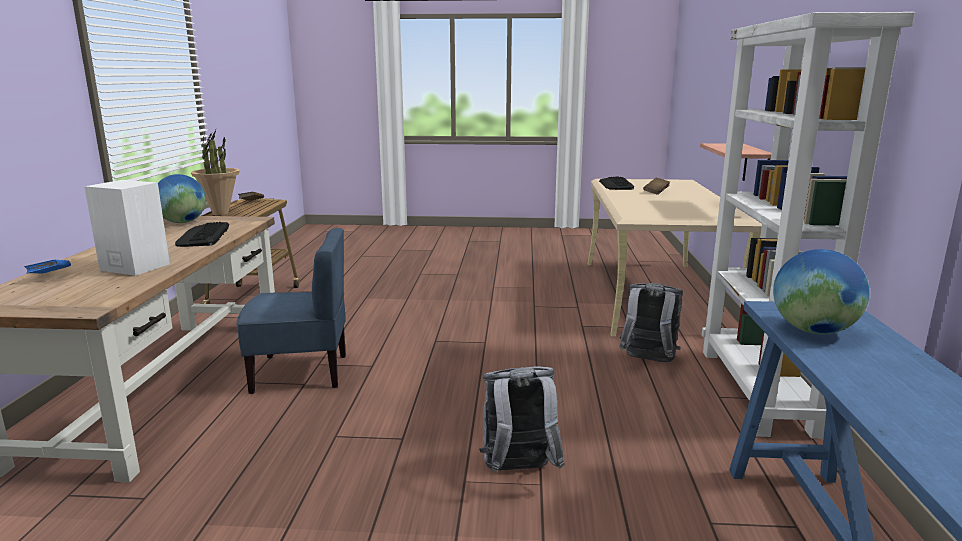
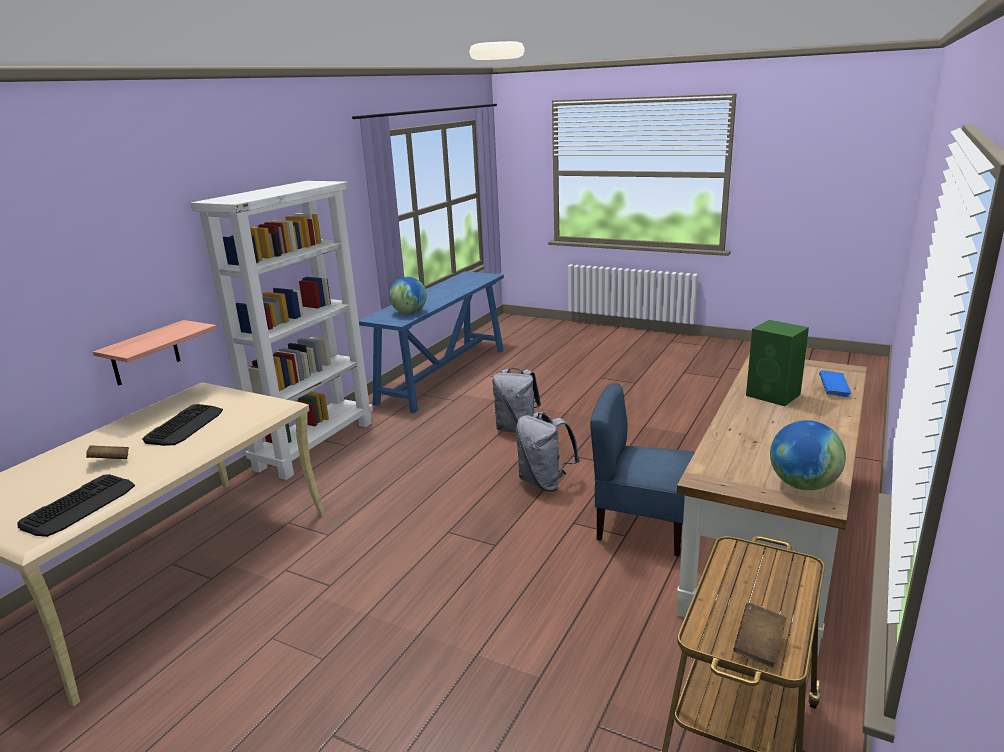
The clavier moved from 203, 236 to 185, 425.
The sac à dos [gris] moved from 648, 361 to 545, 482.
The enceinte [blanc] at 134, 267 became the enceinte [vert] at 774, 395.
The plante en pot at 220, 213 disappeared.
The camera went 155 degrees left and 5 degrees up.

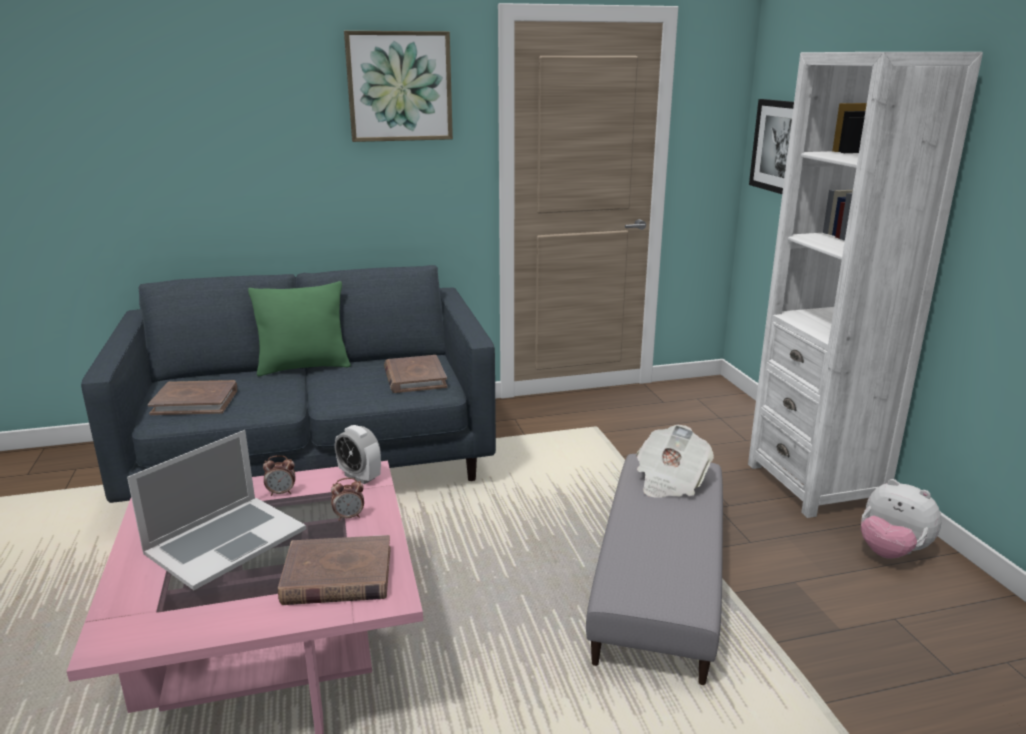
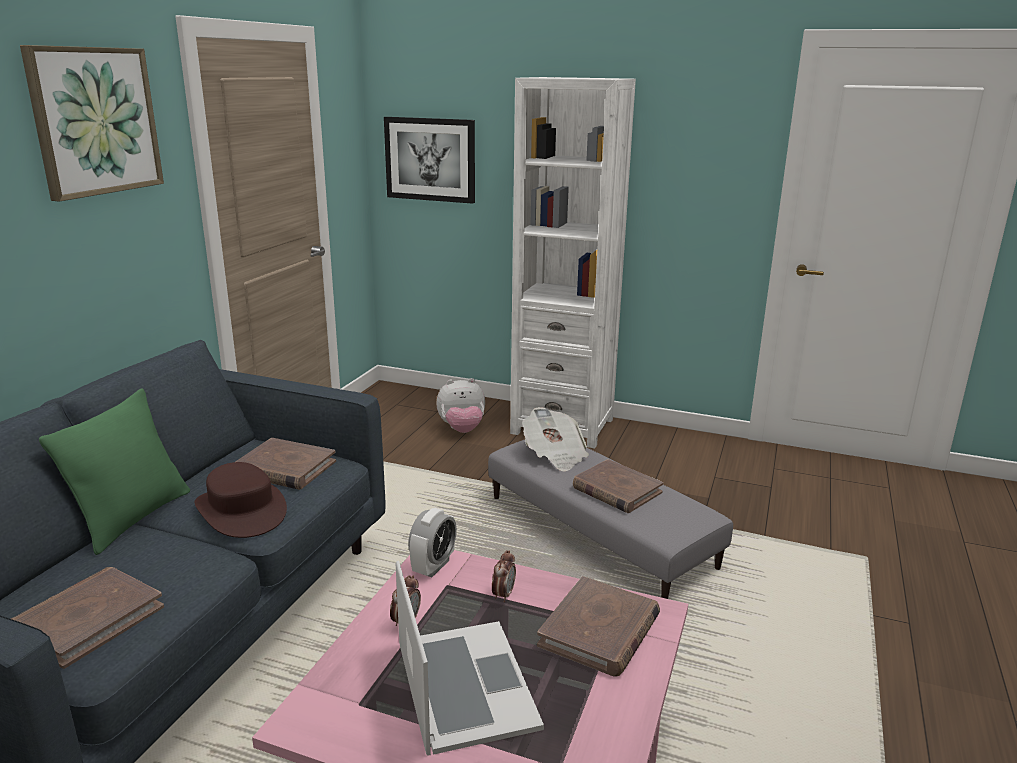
The chapeau [marron] at 242, 510 appeared.
The réveil at 359, 476 turned 45 degrees counterclockwise.
The peluche moved from 891, 552 to 462, 430.
The livre [marron] at 616, 490 appeared.
The camera went 55 degrees left and 0 degrees up.

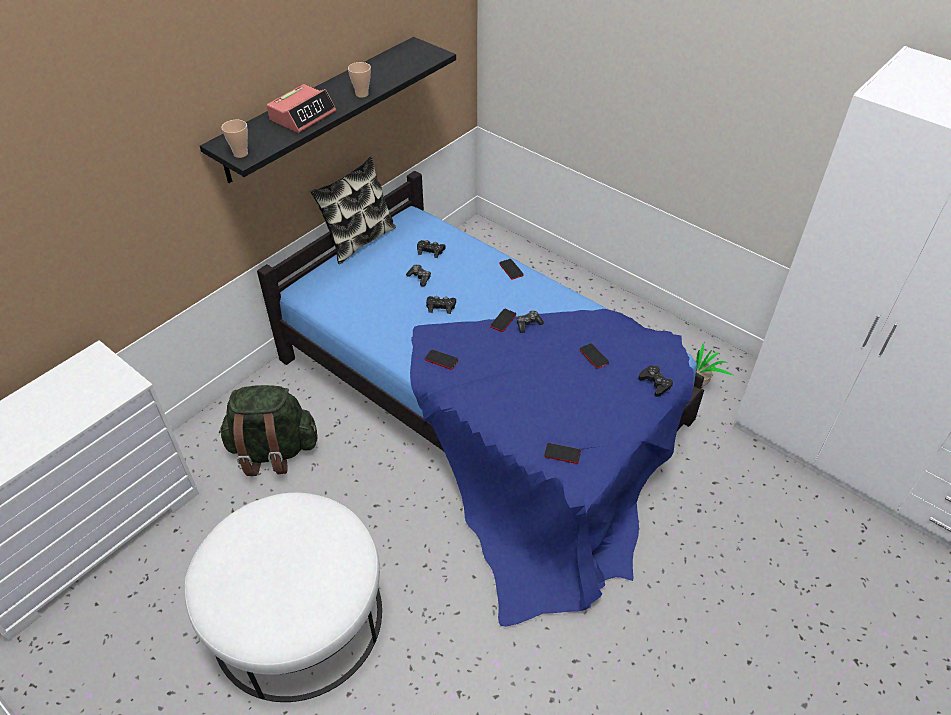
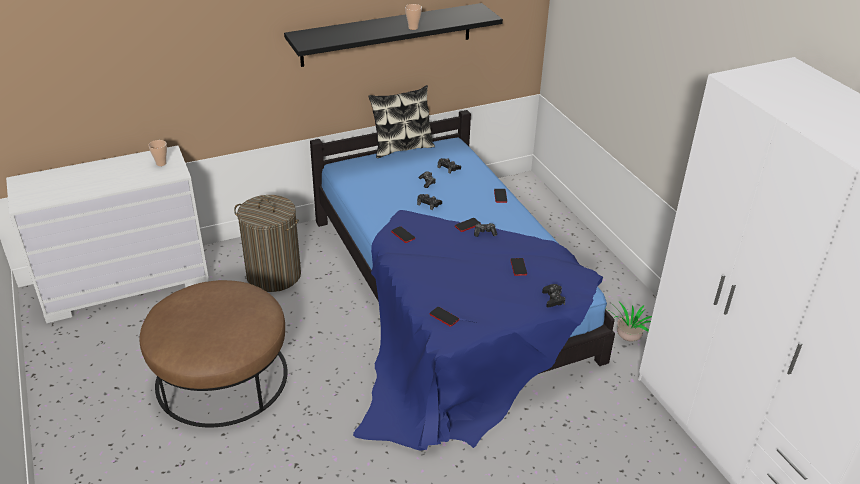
The pouf [blanc] at 297, 616 became the pouf [marron] at 222, 377.
The tasse moved from 240, 154 to 161, 163.
The sac à dos [vert] at 273, 451 was replaced by the panier à linge at 273, 275.
The réveil at 303, 116 disappeared.
The camera went 25 degrees right and 10 degrees down.

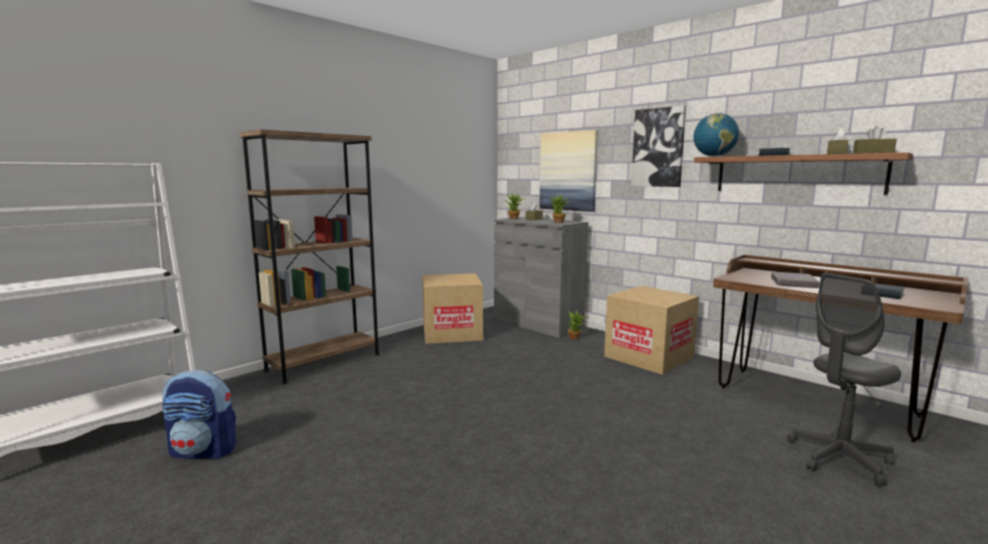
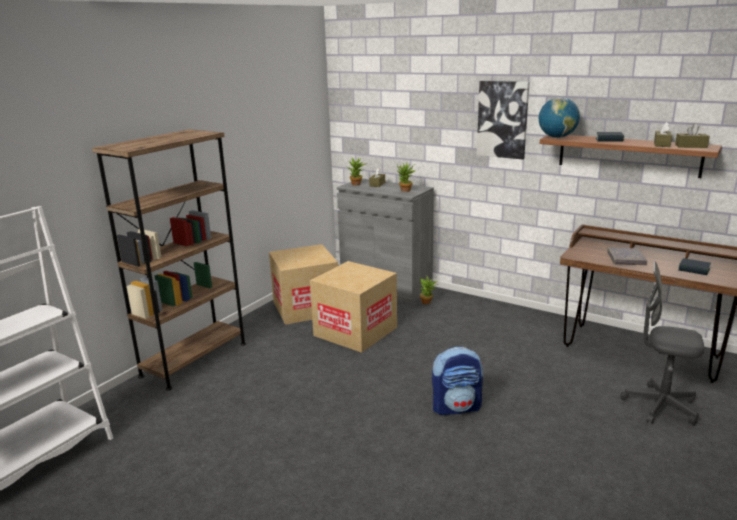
The carton moved from 649, 357 to 355, 331.
The sac à dos moved from 204, 451 to 456, 407.
The chaise de bureau [gris] at 839, 459 turned 60 degrees clockwise.
The tableau at 568, 171 disappeared.
The camera went 10 degrees left and 10 degrees up.

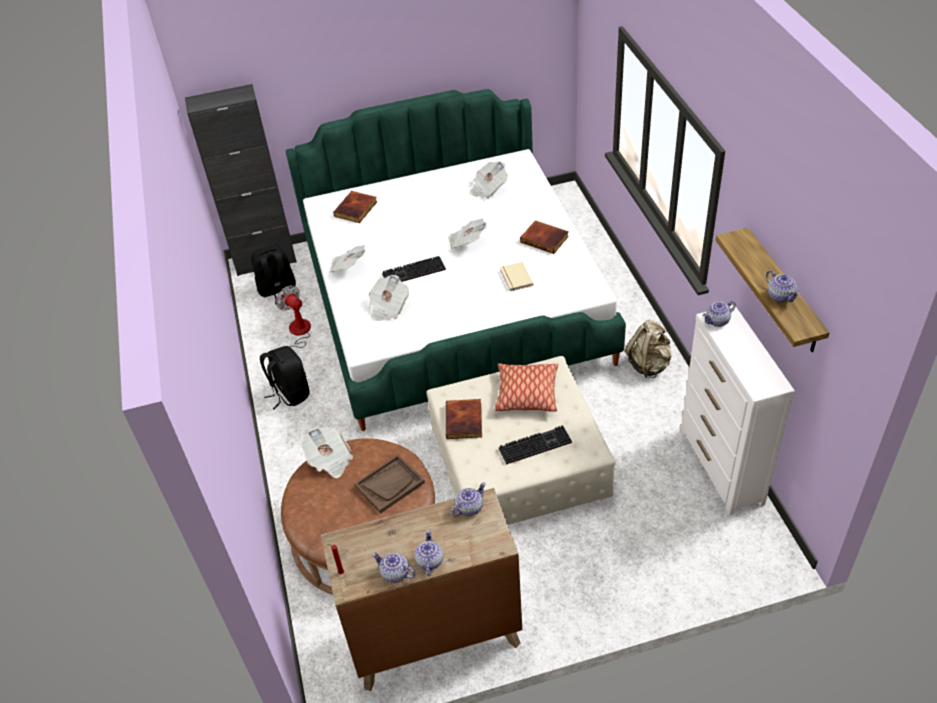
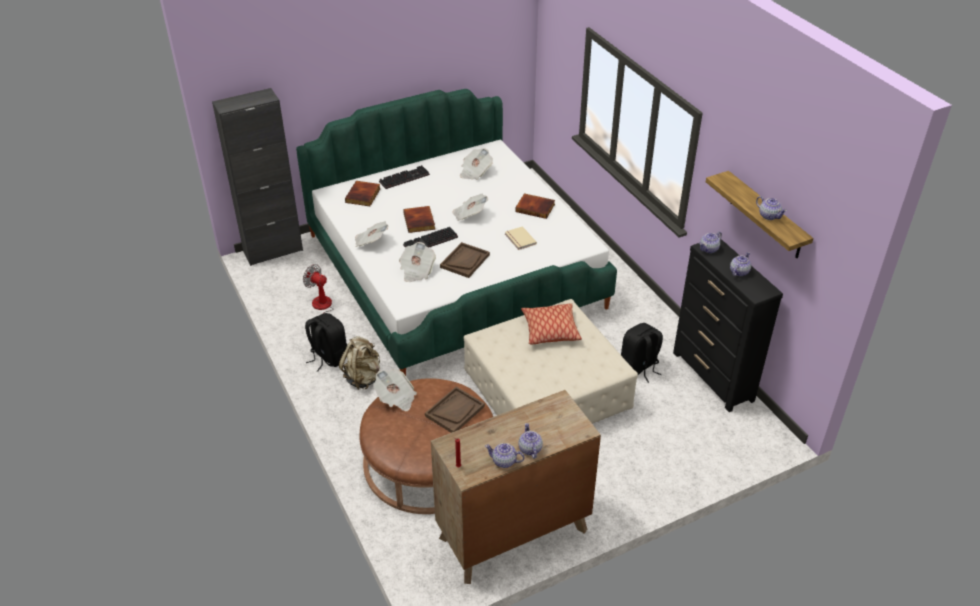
The sac à dos [beige] moved from 649, 364 to 363, 378.
The clavier moved from 535, 444 to 404, 177.
The livre moved from 465, 421 to 420, 221.
The plateau [marron] at 465, 261 appeared.
The sac à dos [noir] moved from 277, 290 to 639, 368.
The commode [blanc] at 721, 467 became the commode [noir] at 713, 377.
The théière moved from 469, 508 to 739, 272.
The camera went 15 degrees left and 5 degrees down.

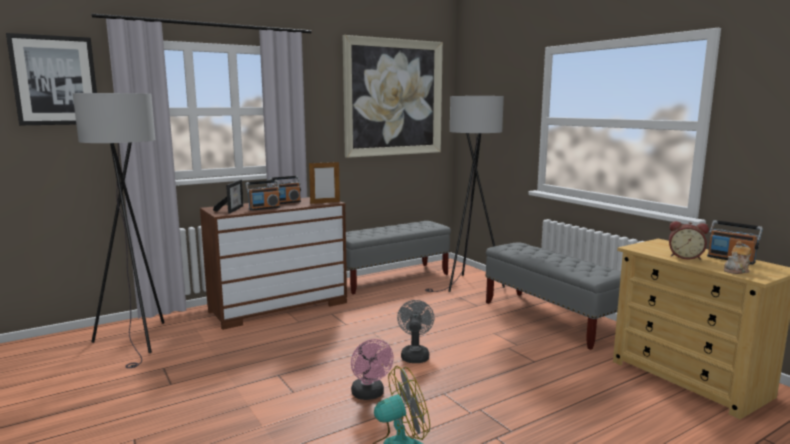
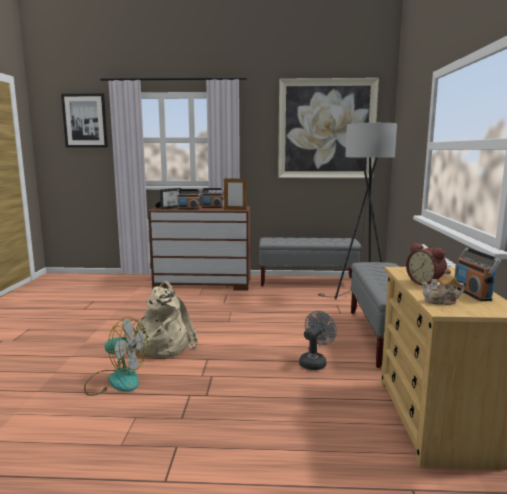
The ventilateur [rose] at 369, 395 was replaced by the sac à dos [beige] at 163, 345.
The ventilateur [gris] moved from 415, 355 to 315, 362.
The lampadaire [gris] at 139, 341 disappeared.
The camera went 35 degrees right and 0 degrees up.

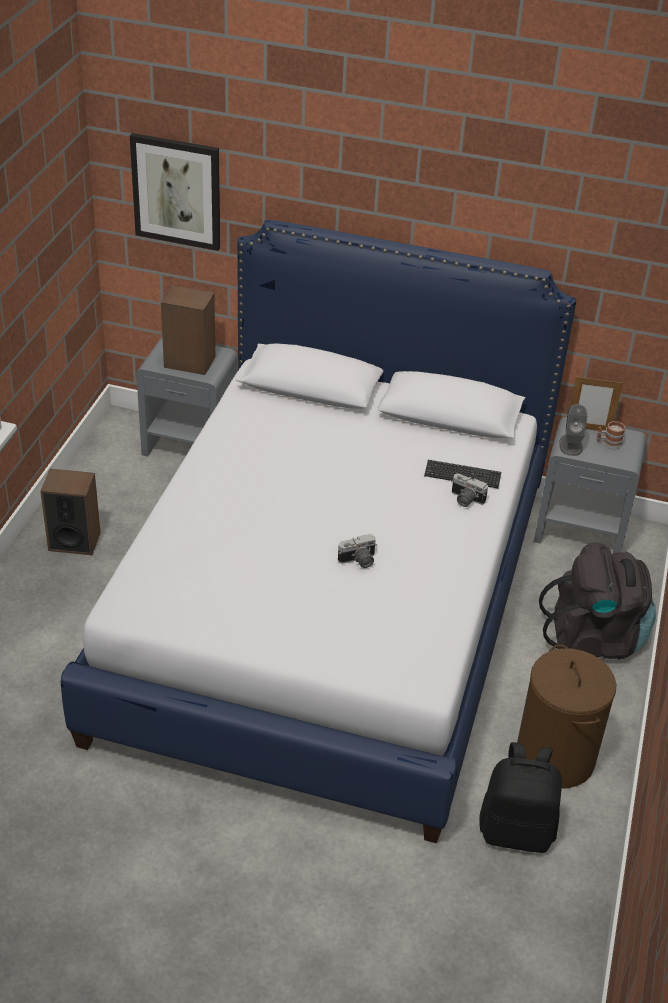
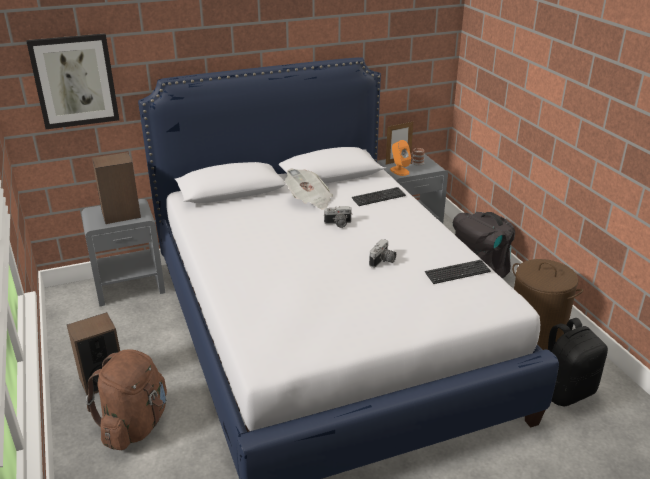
The sac à dos [marron] at 135, 425 appeared.
The journal at 309, 200 appeared.
The appareil photo moved from 465, 500 to 338, 224.
The enceinte [gris] at 570, 445 became the enceinte [orange] at 399, 171.
The clavier at 457, 273 appeared.
The camera went 35 degrees left and 10 degrees down.

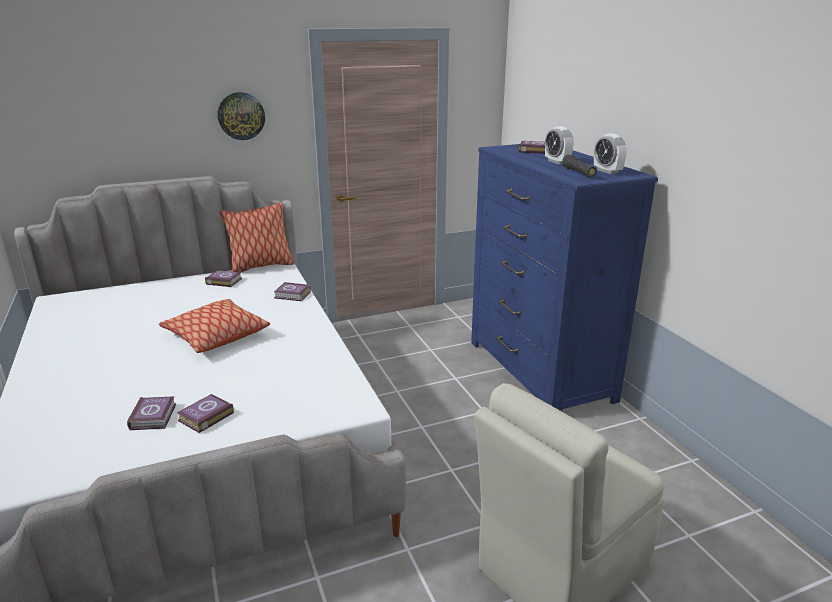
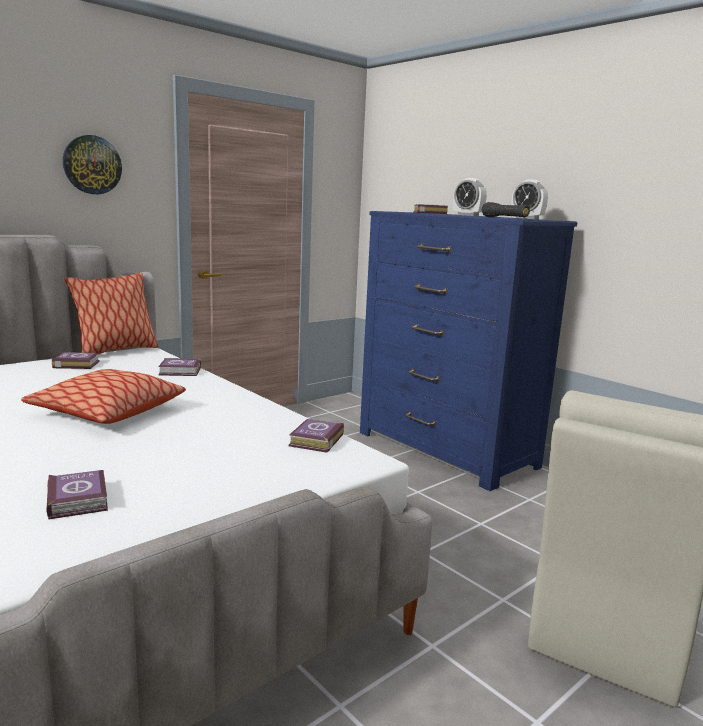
The livre moved from 204, 417 to 315, 440.
The camera went 20 degrees left and 10 degrees down.

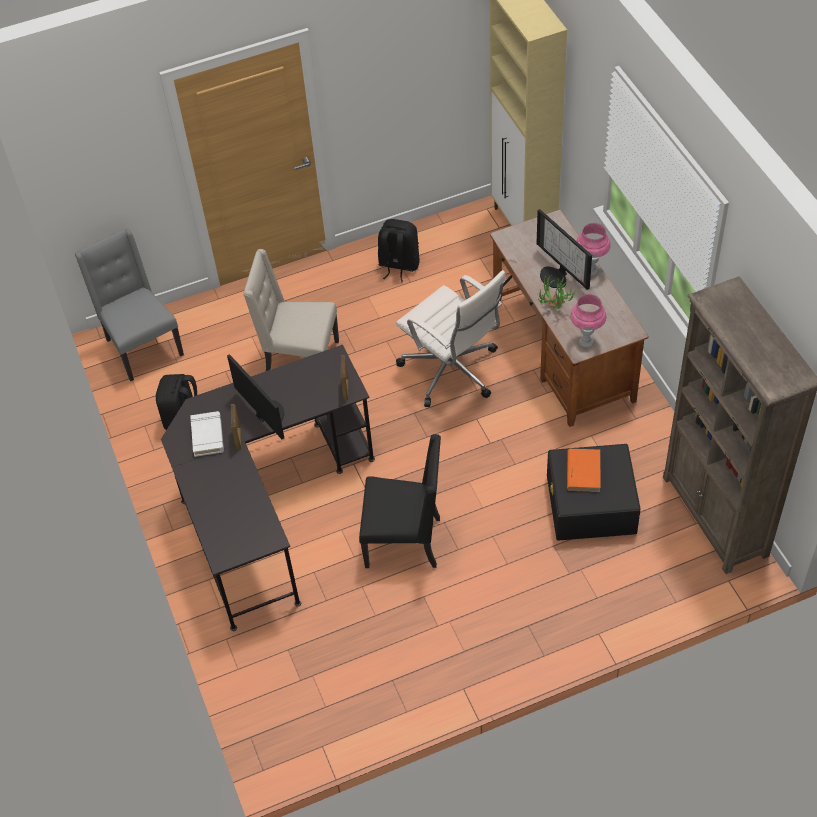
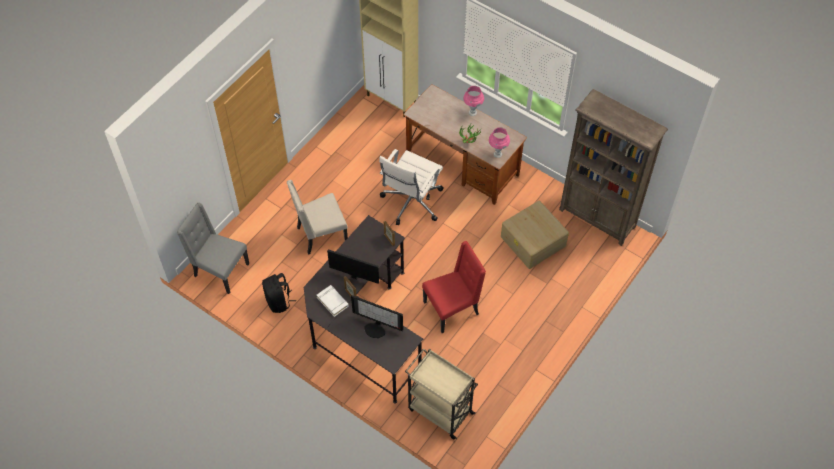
The écran d'ordinateur moved from 556, 276 to 376, 328.
The chaise de bureau [blanc] at 452, 372 turned 105 degrees clockwise.
The chariot [beige] at 439, 410 appeared.
The chaise [noir] at 405, 541 became the chaise [rouge] at 452, 308.
The boîte de rangement [noir] at 591, 504 became the boîte de rangement [beige] at 533, 241.
The sac à dos [noir] at 398, 265 disappeared.
The livre [orange] at 583, 471 disappeared.
The camera went 35 degrees left and 5 degrees up.

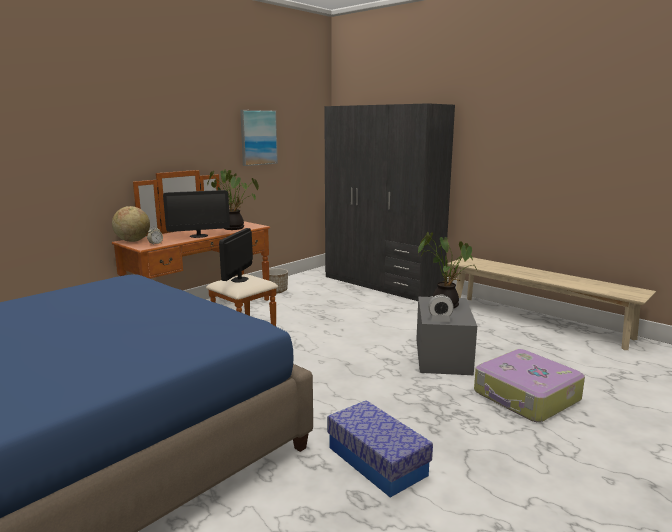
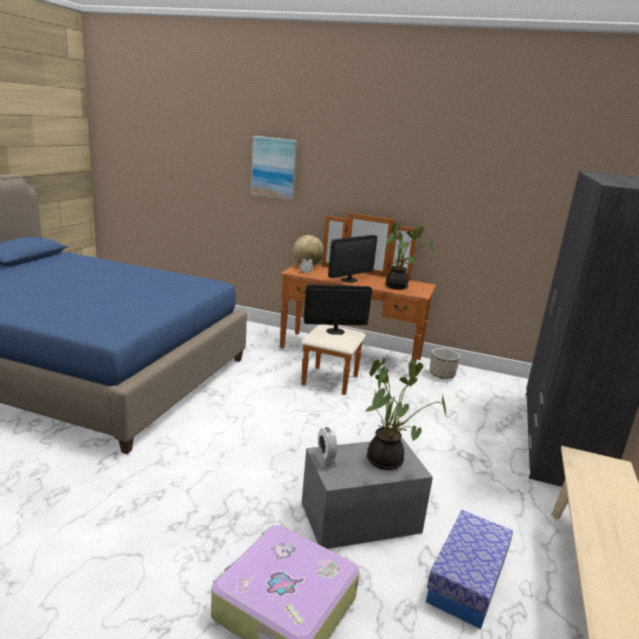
The tableau moved from 258, 137 to 274, 167.
The écran d'ordinateur at 199, 236 turned 90 degrees counterclockwise.
The boîte de rangement moved from 376, 461 to 466, 580.
The camera went 65 degrees right and 5 degrees up.

